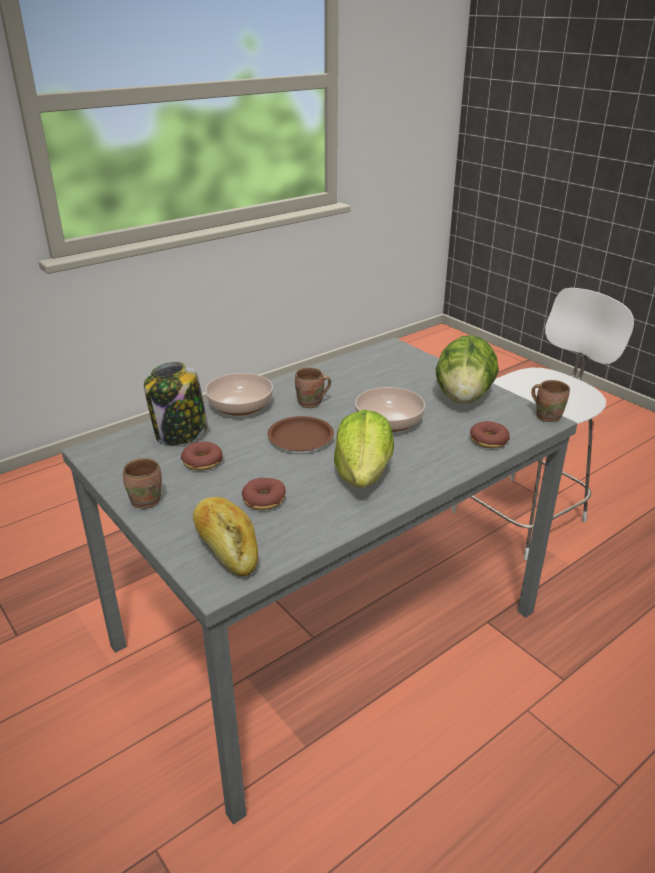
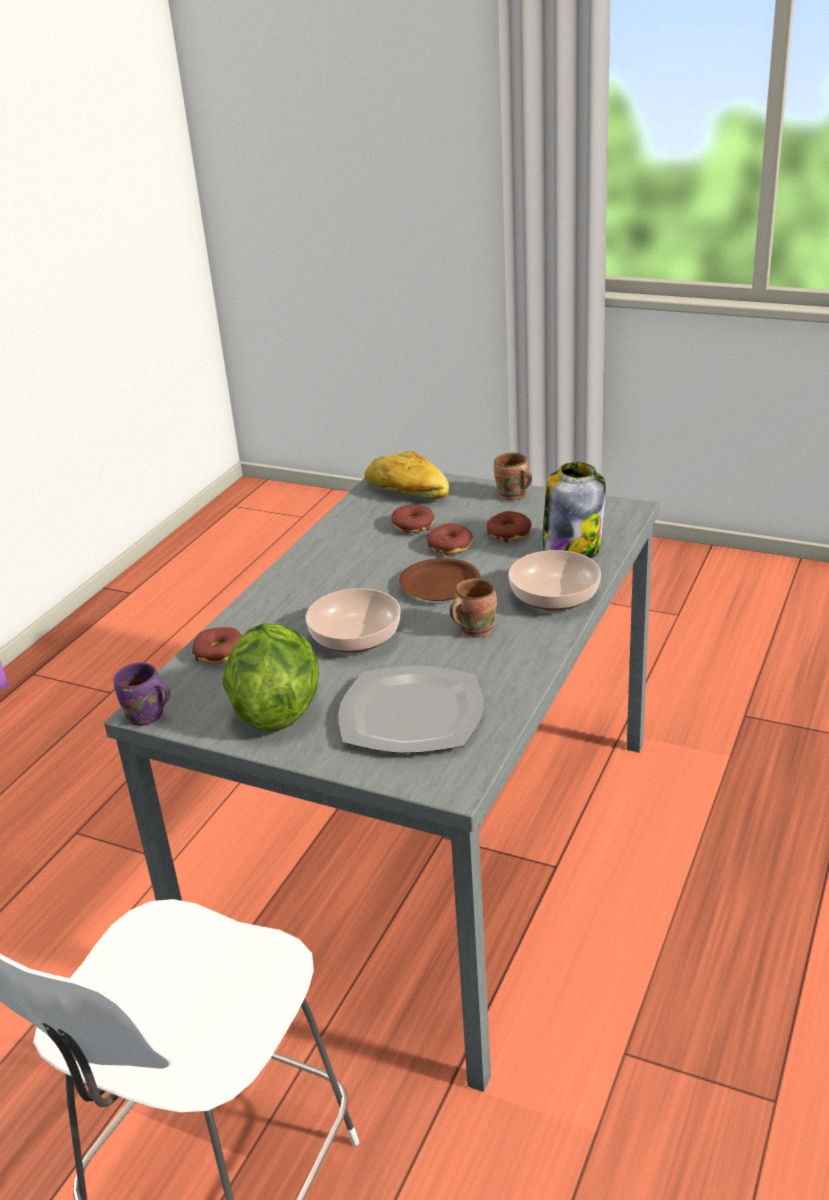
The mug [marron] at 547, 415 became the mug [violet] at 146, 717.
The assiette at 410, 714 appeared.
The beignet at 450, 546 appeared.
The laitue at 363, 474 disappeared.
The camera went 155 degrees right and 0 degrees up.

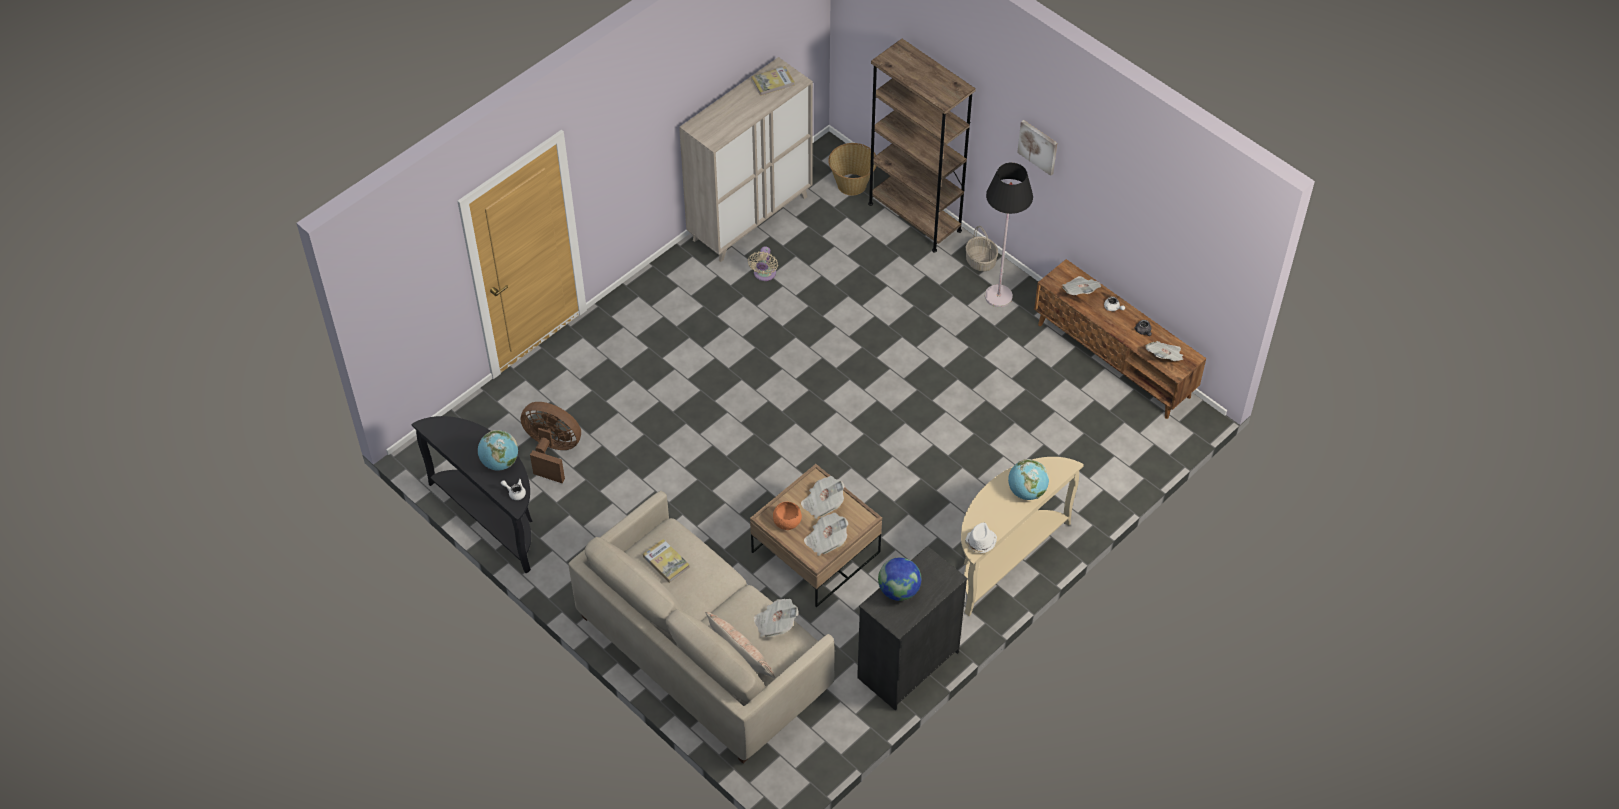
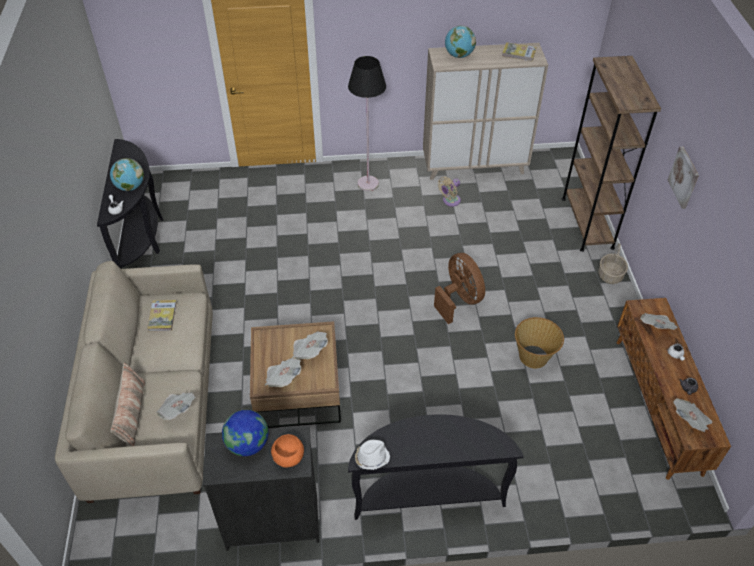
The bol [orange] moved from 787, 522 to 288, 457.
The lampadaire [noir] moved from 998, 296 to 368, 183.
The table console [beige] at 1004, 557 became the table console [noir] at 427, 494.
The ventilateur [marron] moved from 552, 451 to 459, 300.
The globe moved from 1026, 491 to 458, 55.
The panier moved from 852, 184 to 534, 356.
The camera went 40 degrees right and 5 degrees down.

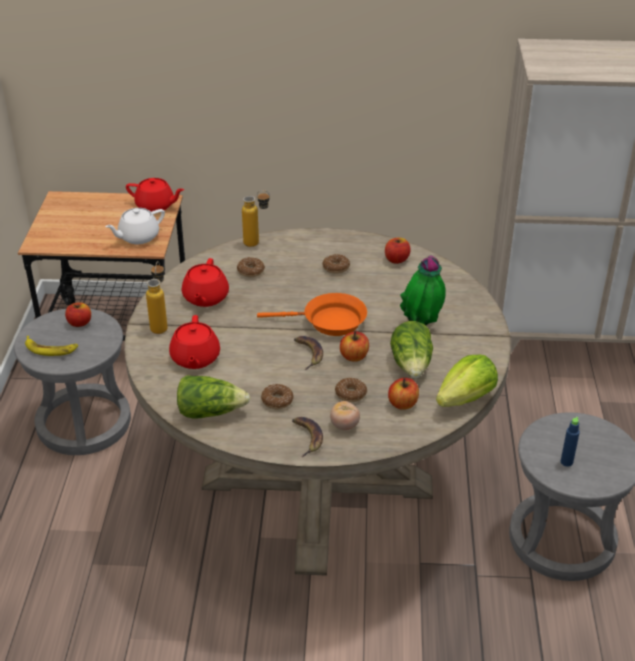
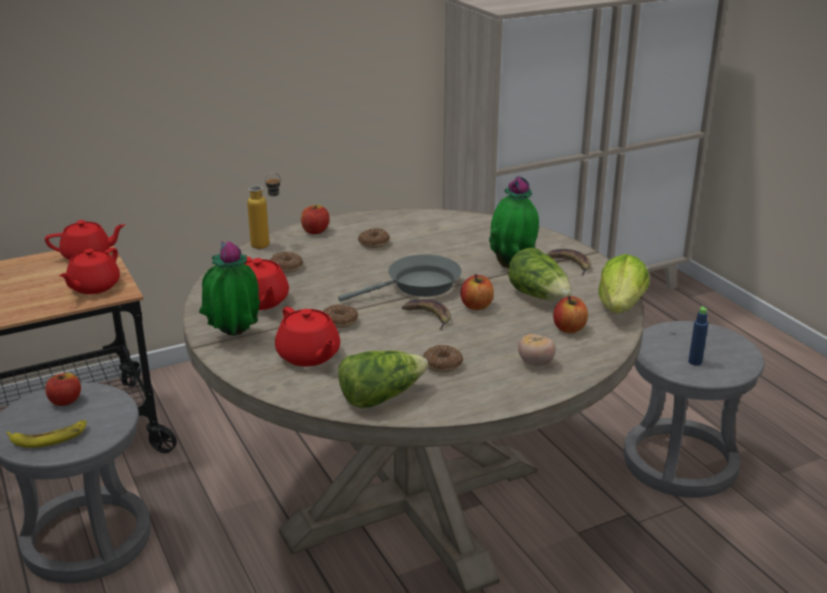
The théière [blanc] at 138, 237 became the théière [rouge] at 93, 287.
The bouteille at 160, 325 was replaced by the plante en pot at 234, 338.
The pomme moved from 396, 259 to 315, 231.
The beignet moved from 351, 394 to 340, 322.
The poêle [orange] at 329, 322 became the poêle [gris] at 418, 286.
The banane moved from 307, 437 to 569, 264.
The camera went 30 degrees left and 10 degrees down.

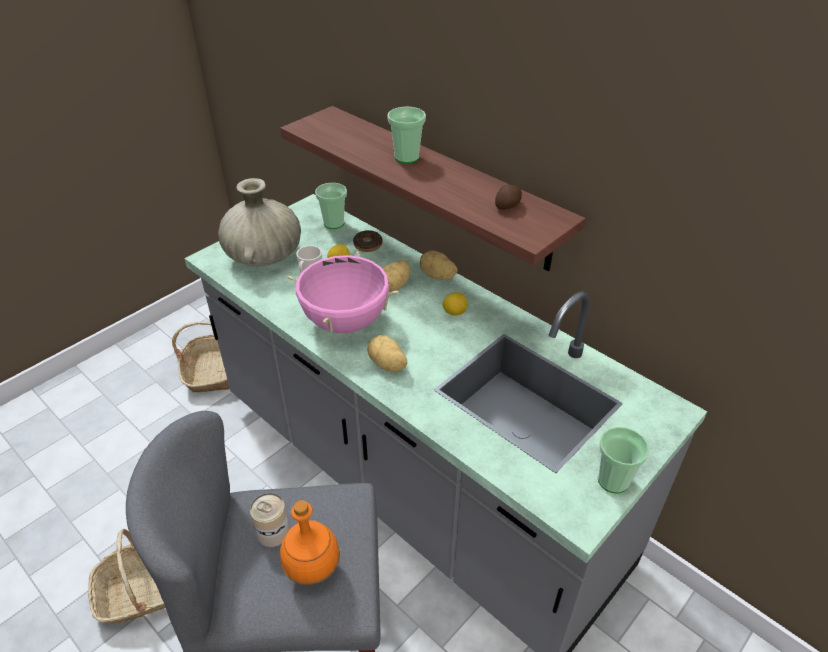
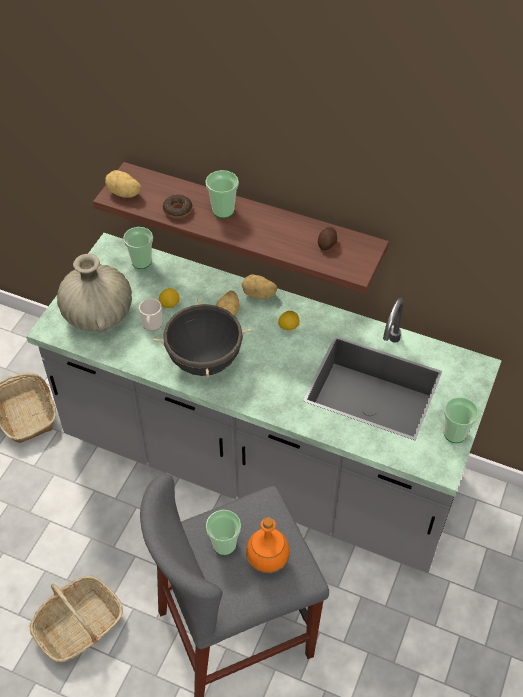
The pomme de terre moved from 387, 365 to 124, 194.
The marmite [rose] at 345, 321 became the marmite [noir] at 204, 360.
The beignet moved from 368, 245 to 177, 210.
The boîte métallique at 273, 532 was replaced by the tasse at 224, 545.
The camera went 20 degrees left and 10 degrees up.

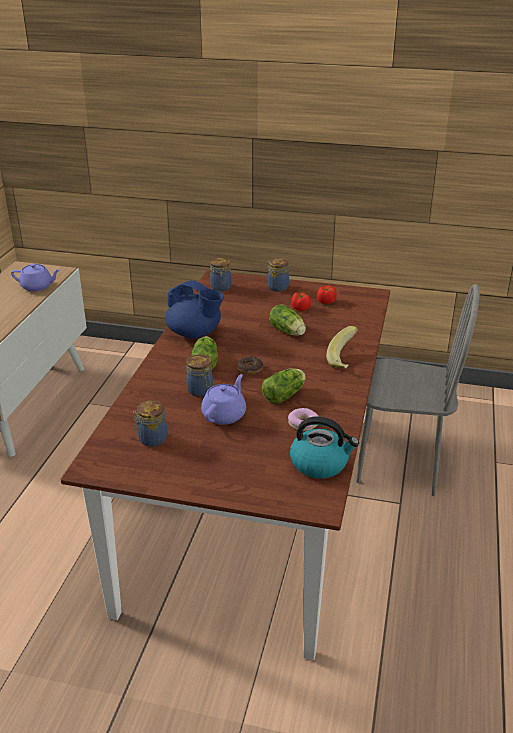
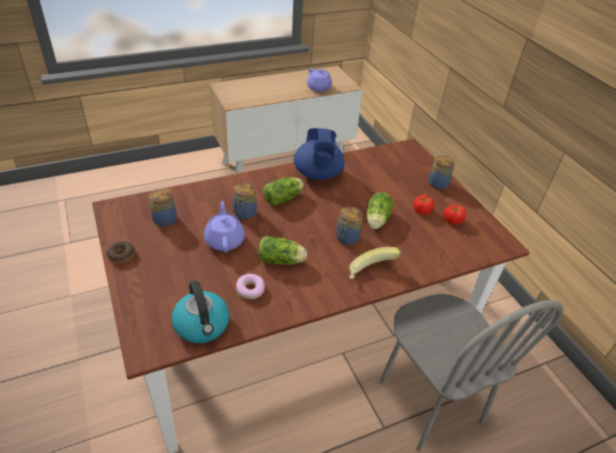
The beignet moved from 249, 369 to 121, 255.
The théière [violet] at 224, 414 turned 90 degrees counterclockwise.
The bocal moved from 221, 287 to 346, 238.
The camera went 50 degrees right and 10 degrees up.

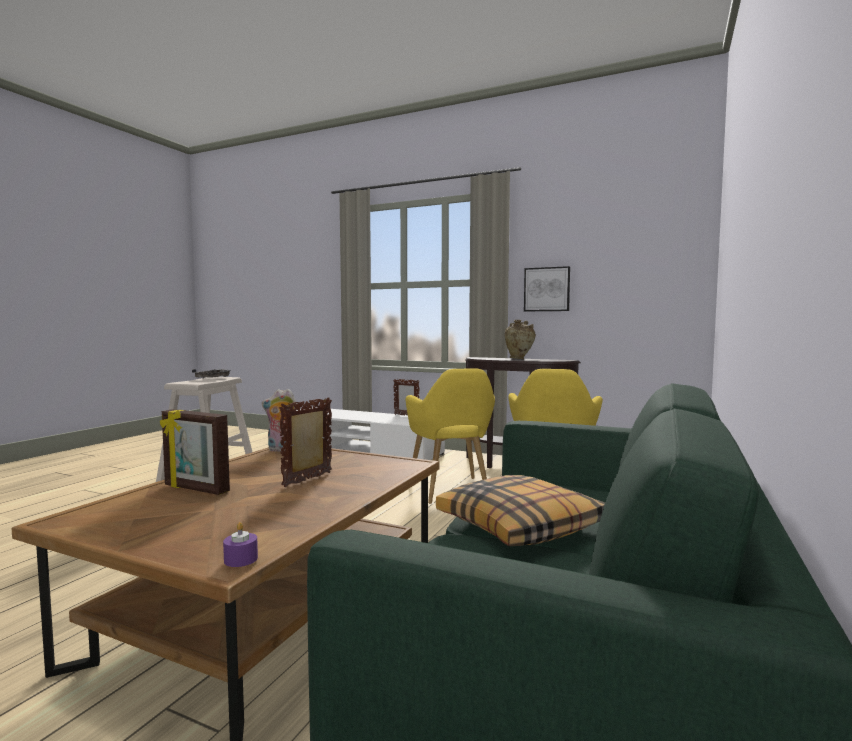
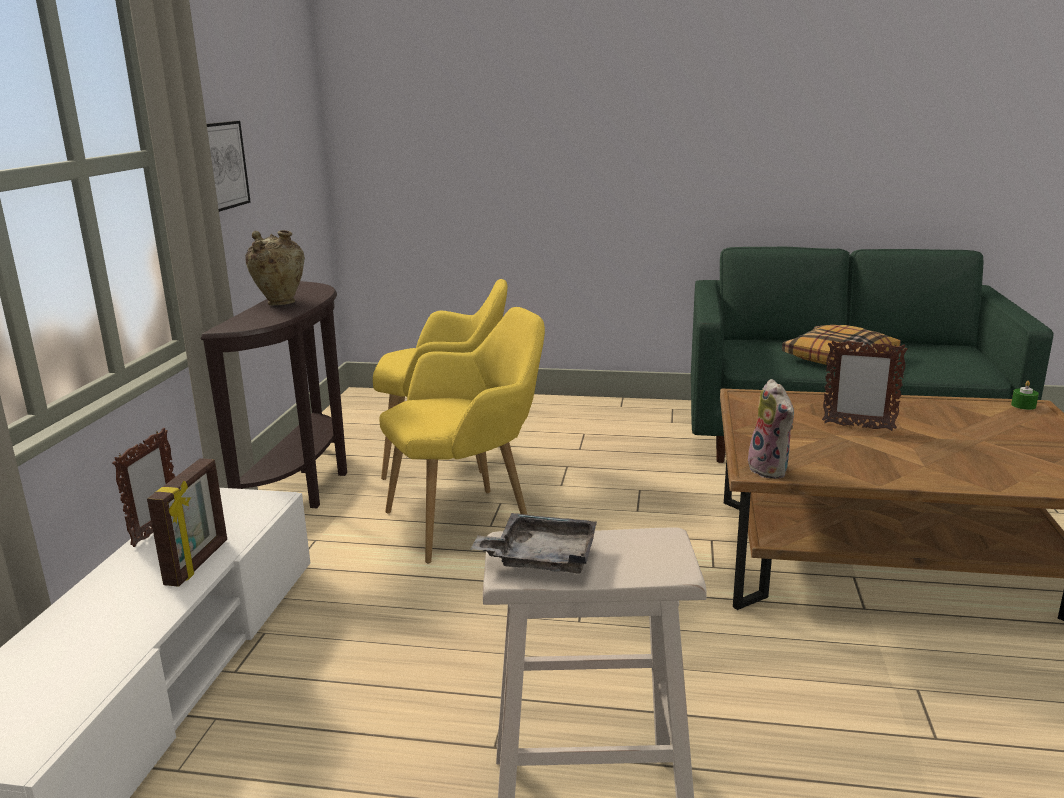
The cadre photo moved from 195, 489 to 198, 562.
The bougie [violet] at 241, 559 became the bougie [vert] at 1023, 405.
The camera went 105 degrees left and 15 degrees up.

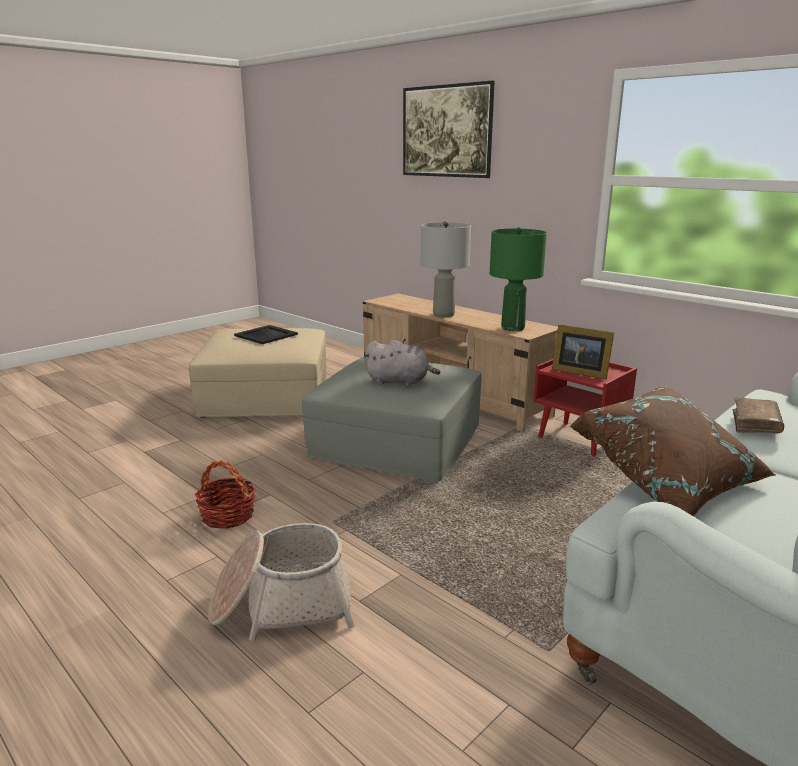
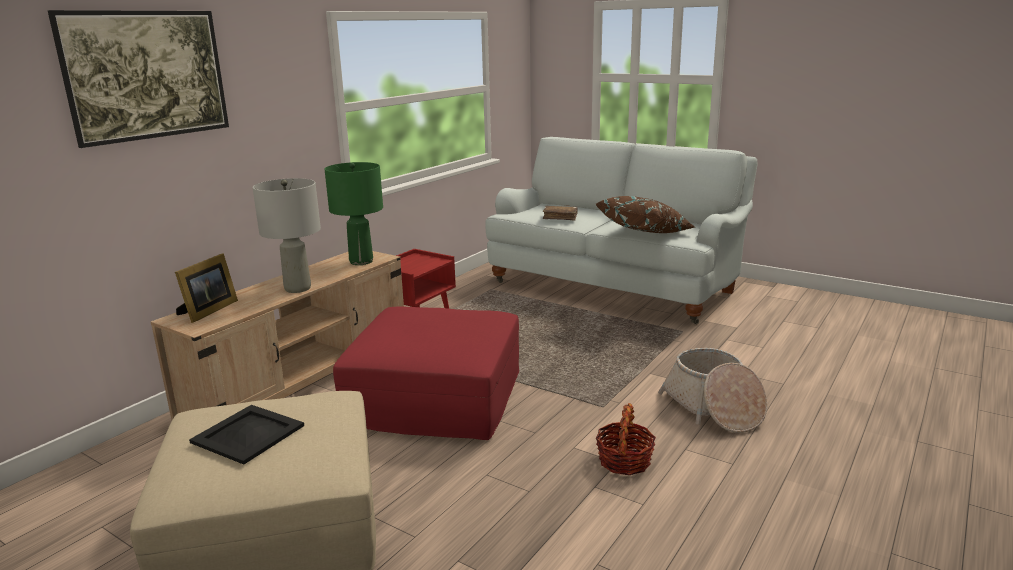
The cadre photo moved from 579, 372 to 207, 311.
The pouf [gris] at 397, 441 became the pouf [rouge] at 434, 398.
The peluche [gris] at 400, 381 disappeared.
The camera went 100 degrees left and 0 degrees up.

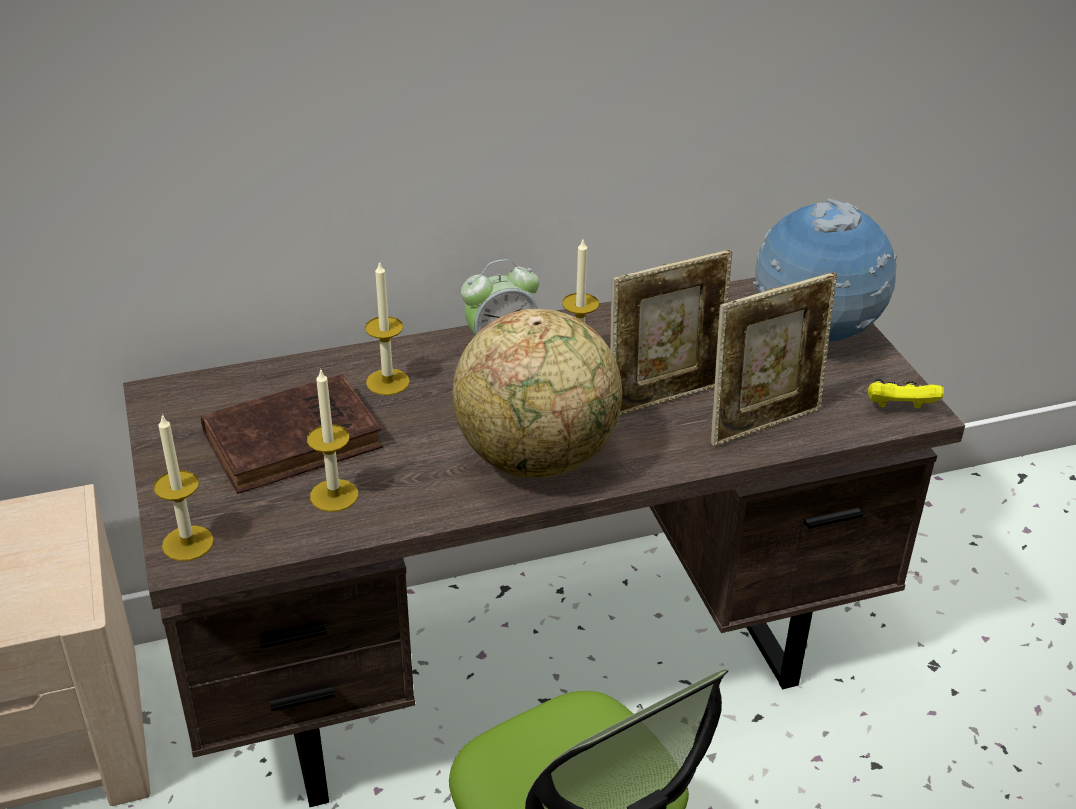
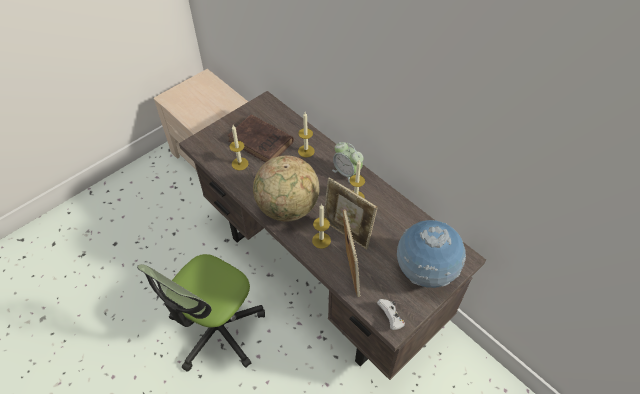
The bougie moved from 188, 543 to 321, 240.
The cadre photo at 764, 423 turned 135 degrees counterclockwise.
The manette [jaune] at 899, 409 became the manette [blanc] at 390, 318.
The camera went 65 degrees right and 15 degrees up.

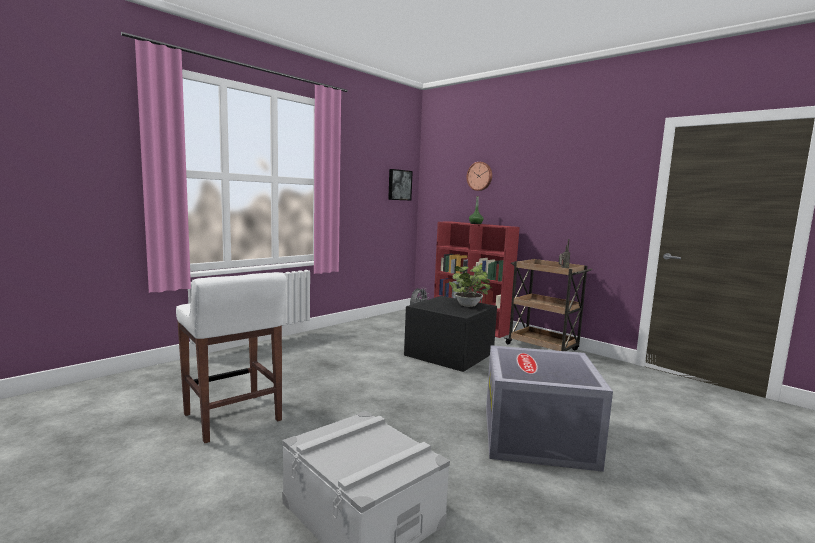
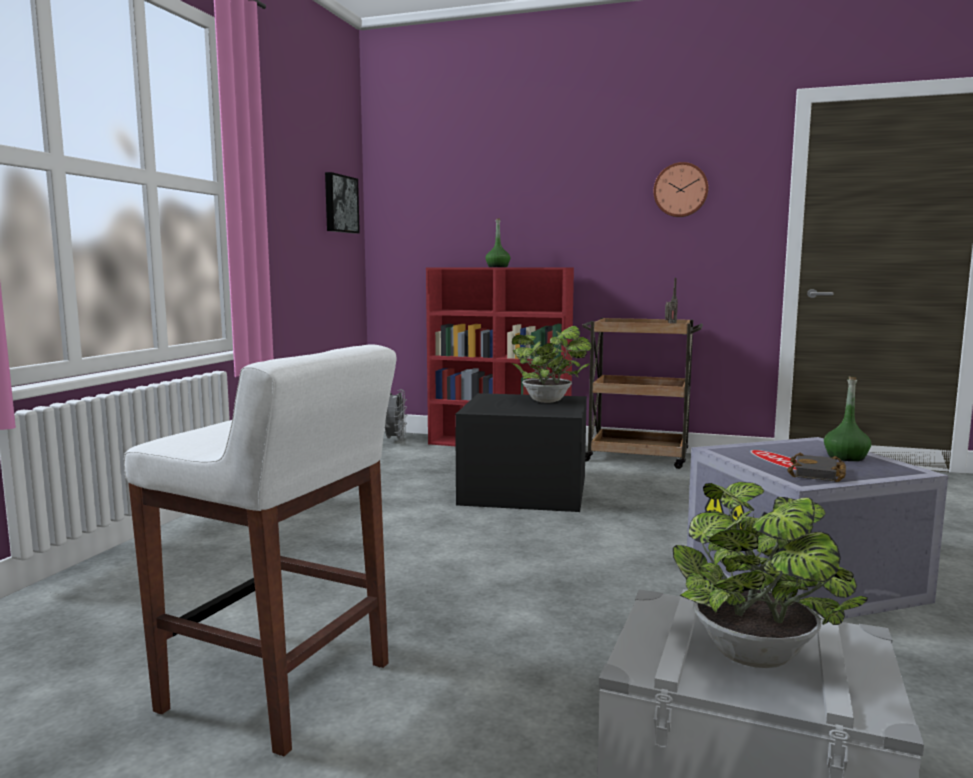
The horloge murale moved from 480, 176 to 680, 190.
The plante en pot at 757, 659 appeared.
The livre [noir] at 818, 474 appeared.
The bouteille [vert] at 845, 457 appeared.
The camera went 25 degrees left and 0 degrees up.

